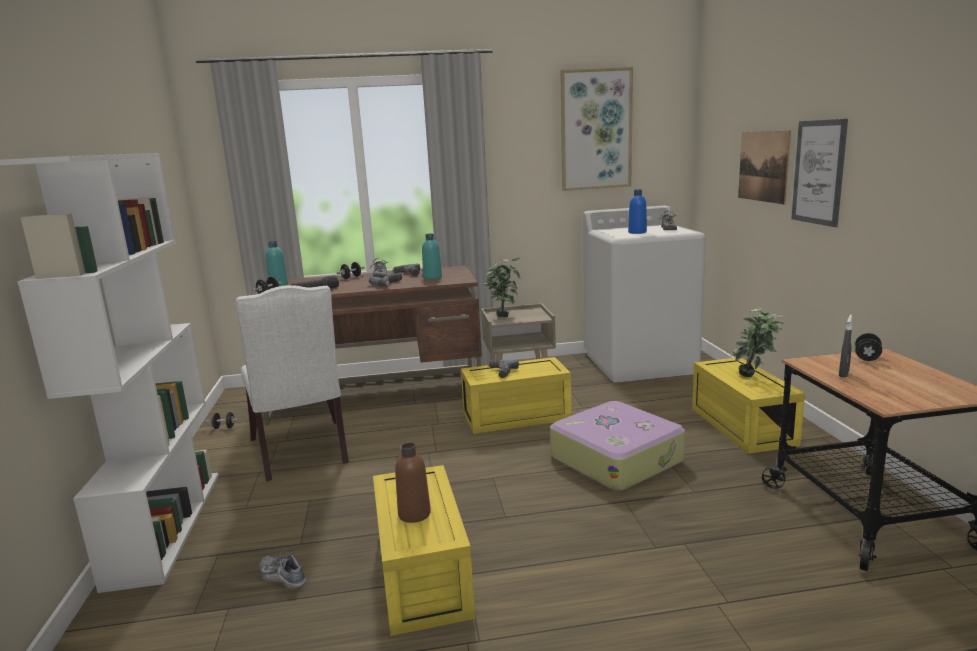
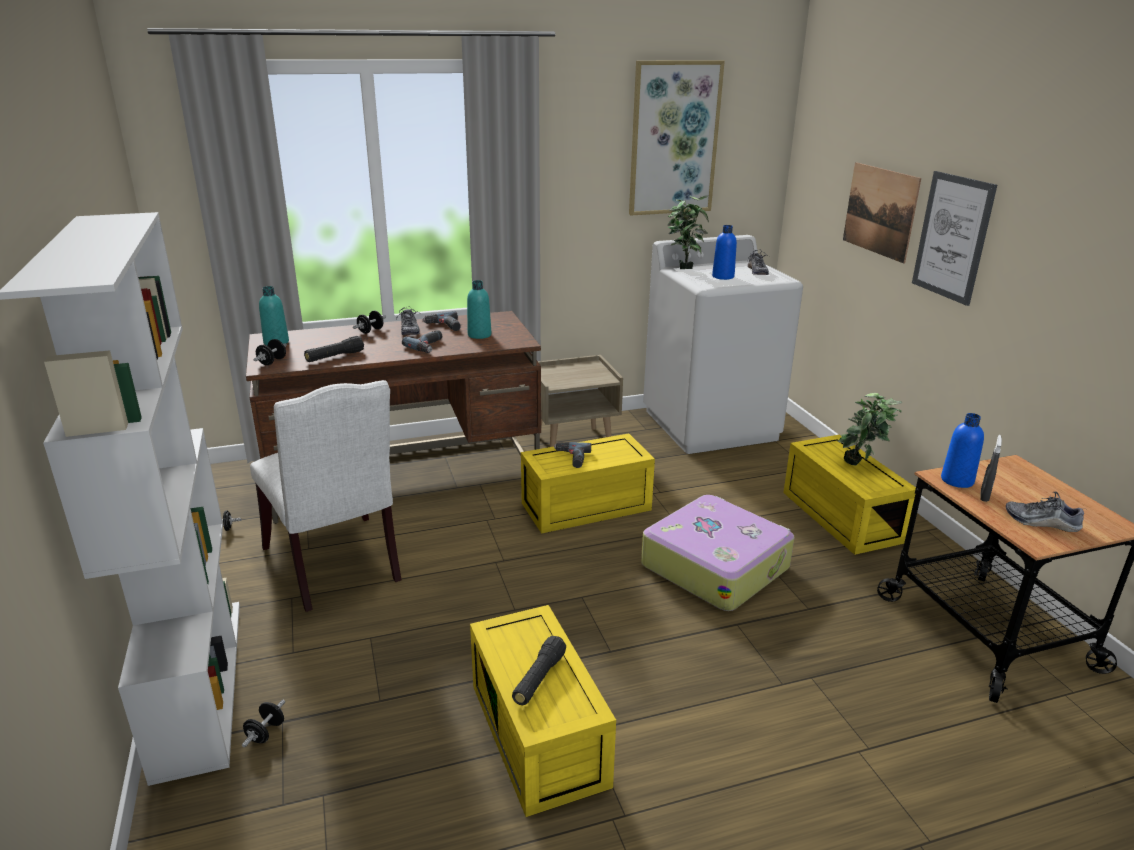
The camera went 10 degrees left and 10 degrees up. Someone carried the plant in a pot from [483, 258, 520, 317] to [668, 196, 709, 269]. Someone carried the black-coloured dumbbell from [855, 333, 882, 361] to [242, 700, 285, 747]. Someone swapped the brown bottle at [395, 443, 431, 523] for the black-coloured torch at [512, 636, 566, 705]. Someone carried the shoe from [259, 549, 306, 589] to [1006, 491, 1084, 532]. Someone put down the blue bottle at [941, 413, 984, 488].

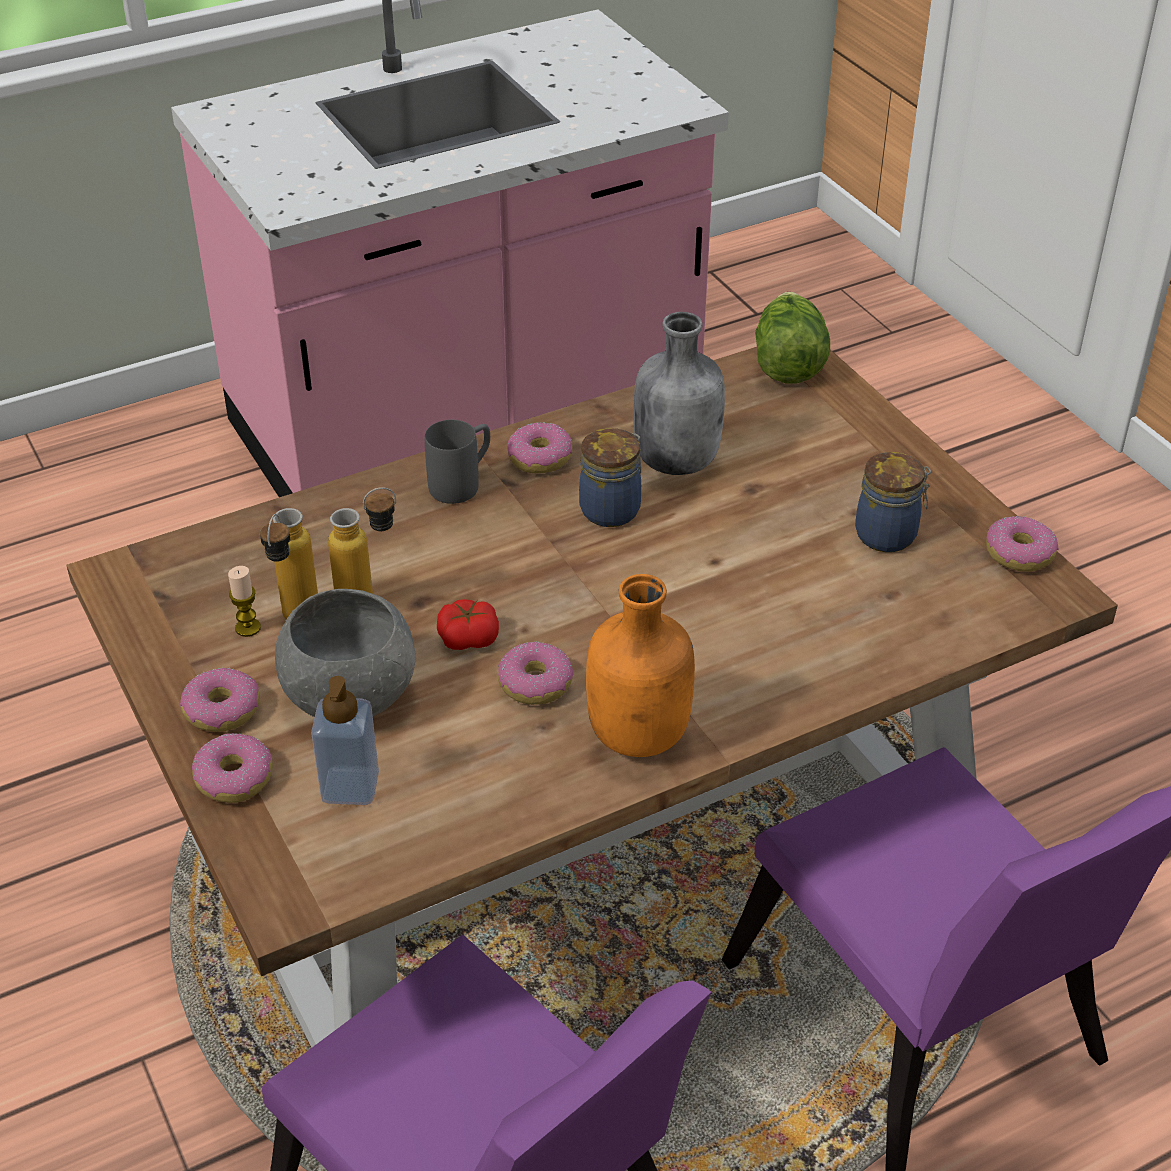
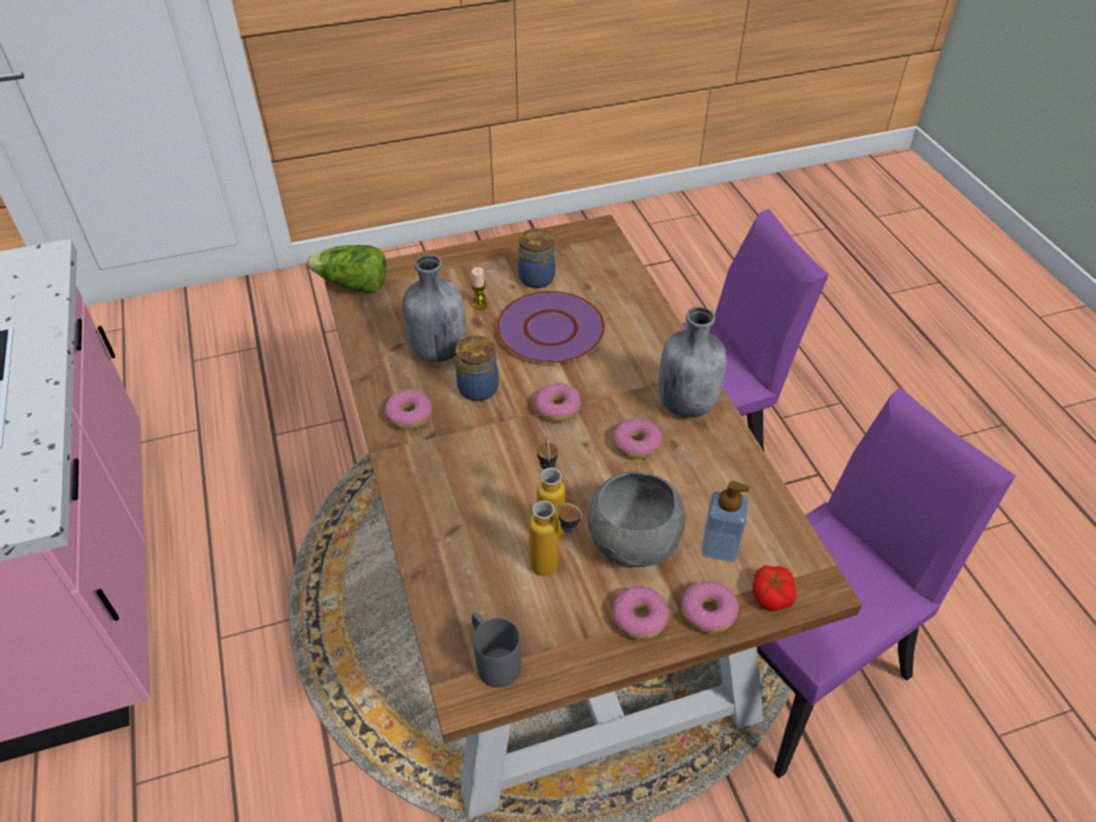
The camera went 80 degrees left and 5 degrees up. Someone carried the greyish coffee mug from [425, 420, 490, 504] to [472, 612, 521, 688]. Someone carried the doughnut from [986, 516, 1059, 571] to [534, 383, 581, 422]. Someone carried the wax light from [228, 566, 261, 637] to [471, 267, 487, 309]. Someone repainted the orange bottle at [586, 574, 695, 757], which became the greyish bottle at [658, 307, 727, 417]. Someone carried the tomato from [437, 599, 499, 650] to [753, 565, 796, 611]. Someone put down the purplish plate at [497, 291, 605, 364].

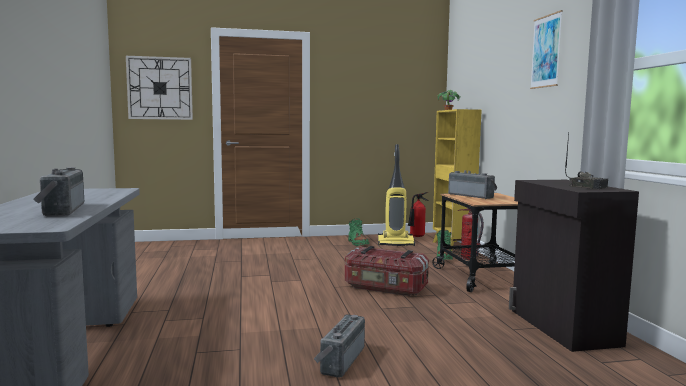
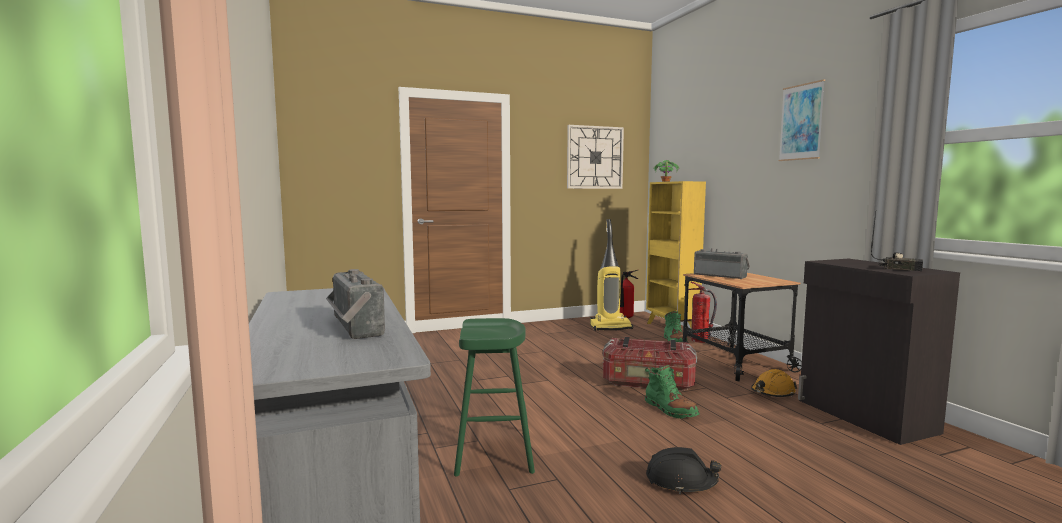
The camera went 10 degrees left and 0 degrees up. Someone carried the wall clock from [126, 56, 193, 120] to [567, 125, 624, 189]. Someone carried the greenish boot from [348, 218, 369, 246] to [645, 365, 699, 418]. Someone swapped the radio receiver at [314, 314, 365, 378] for the black-coloured safety helmet at [646, 447, 721, 494]. Someone put down the greenish stool seat at [454, 318, 535, 477]. Someone put down the orange safety helmet at [751, 369, 797, 397].

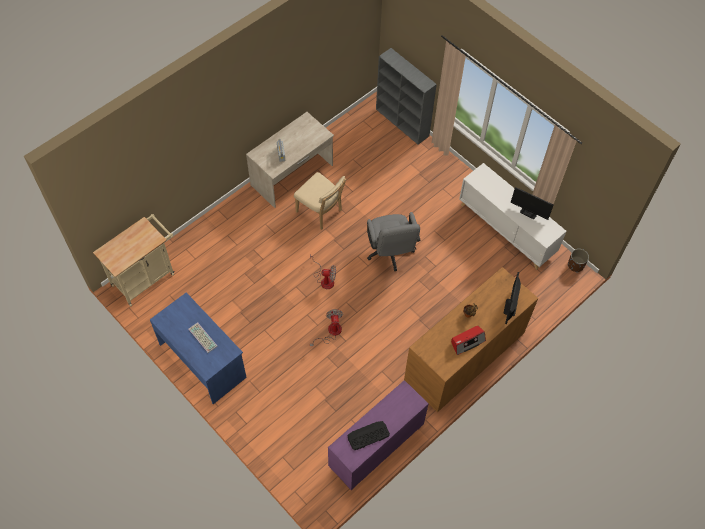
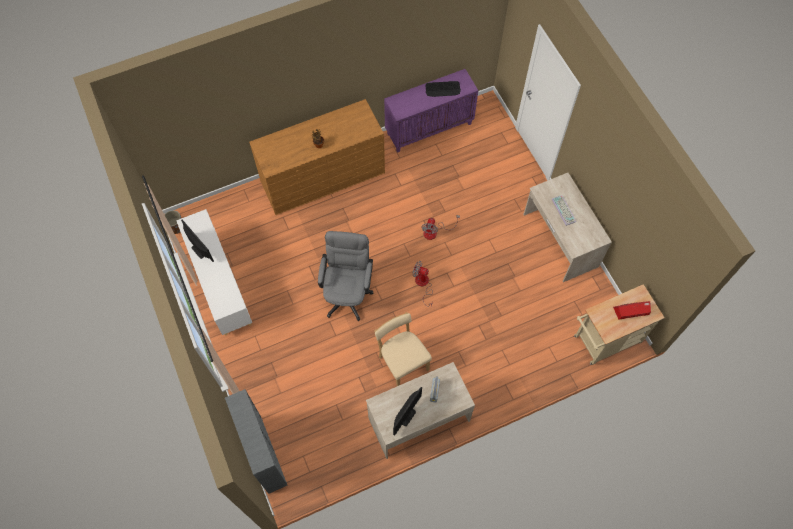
The camera went 160 degrees left and 5 degrees up. Someone carried the computer screen from [504, 272, 521, 324] to [393, 387, 422, 436]. Someone repainted the blue desk at [150, 292, 247, 404], which became the beige desk at [523, 173, 612, 282]. Someone carried the radio receiver from [451, 326, 486, 355] to [613, 301, 651, 320].

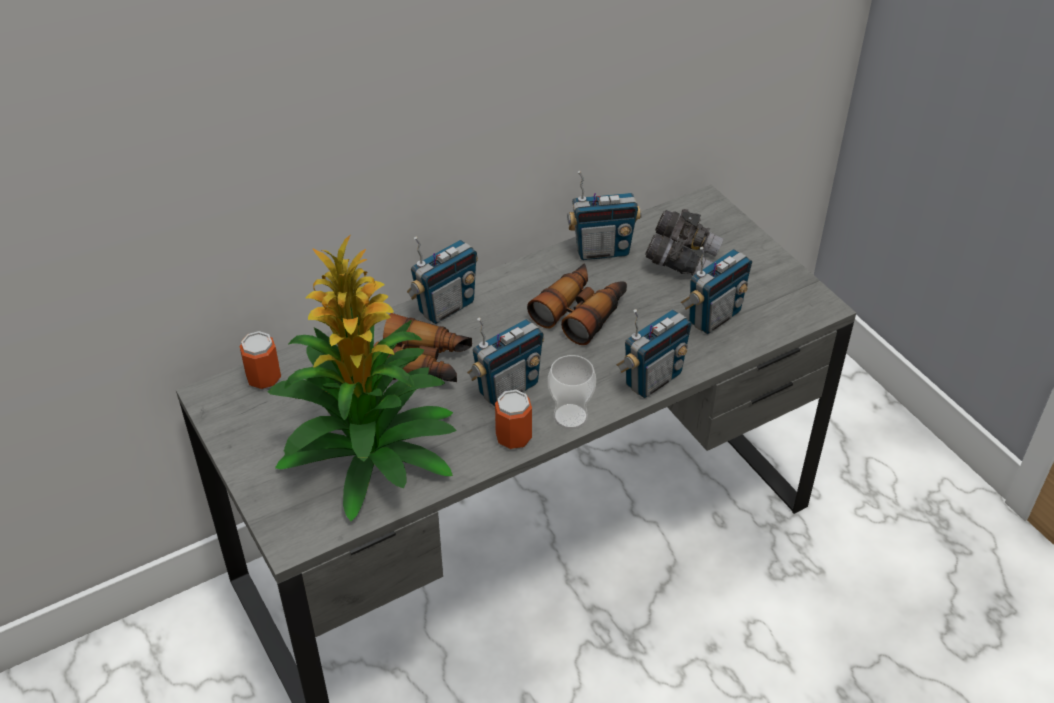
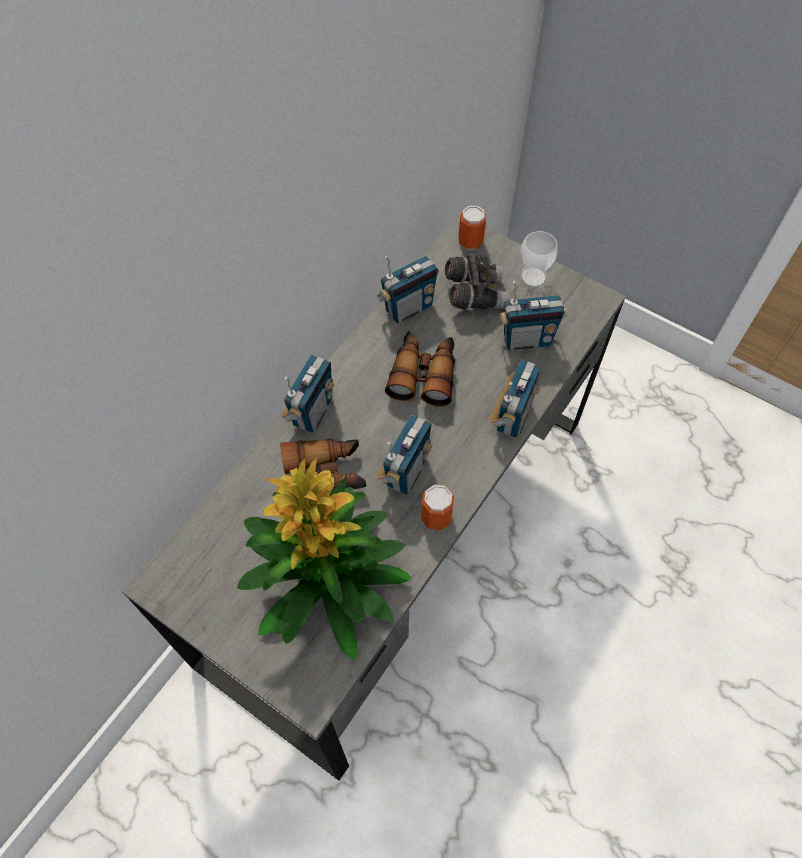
The camera went 25 degrees left and 15 degrees up. Someone rotated the radio receiver at [681, 247, 752, 334] by 60 degrees clockwise. Someone carried the metal can from [239, 331, 281, 390] to [459, 206, 486, 250]. Someone carried the drinking cup from [548, 355, 596, 429] to [521, 231, 558, 288].

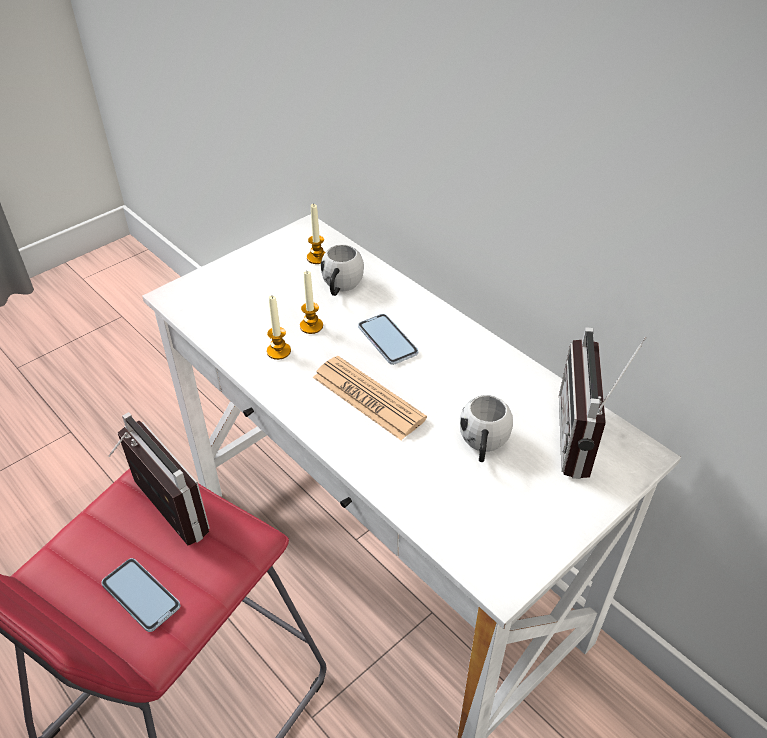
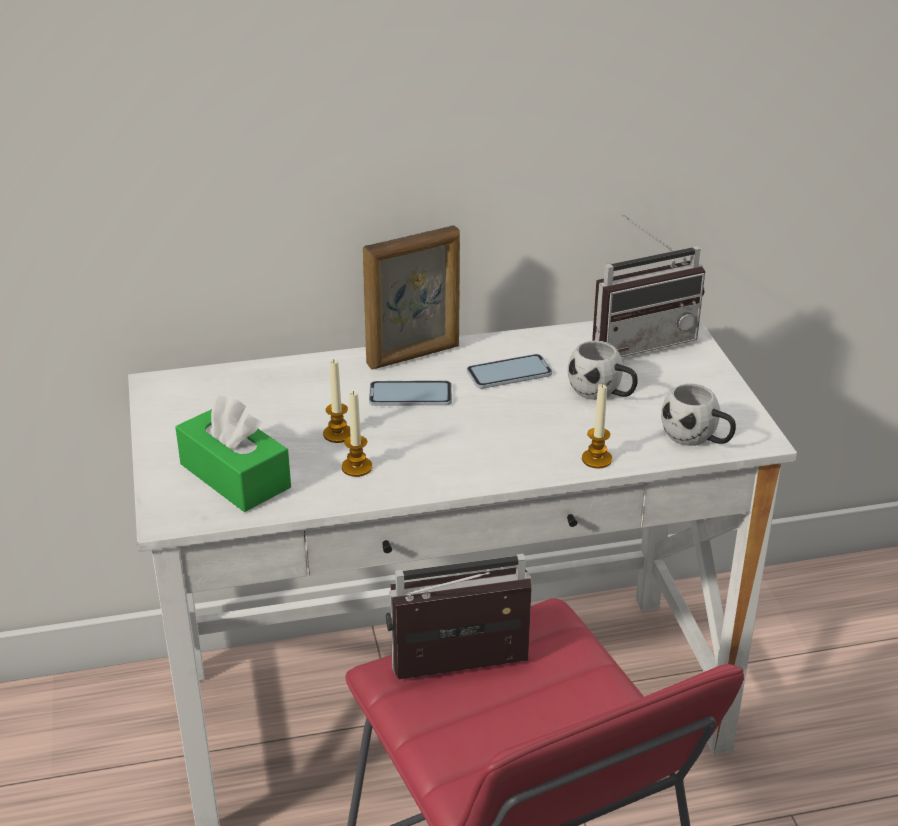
The camera went 60 degrees left and 10 degrees down. Someone carried the wax light from [307, 204, 325, 264] to [582, 384, 612, 468]. Someone carried the whitish coffee mug from [321, 244, 364, 296] to [661, 383, 736, 446]. Someone rotated the radio receiver at [559, 327, 646, 479] by 60 degrees counterclockwise. Someone took away the newspaper at [313, 356, 427, 440]. Someone carried the telephone from [101, 558, 180, 632] to [467, 354, 552, 389]. Someone put down the photo frame at [363, 226, 460, 370]. Someone put down the greenish tissue holder at [175, 396, 291, 512].

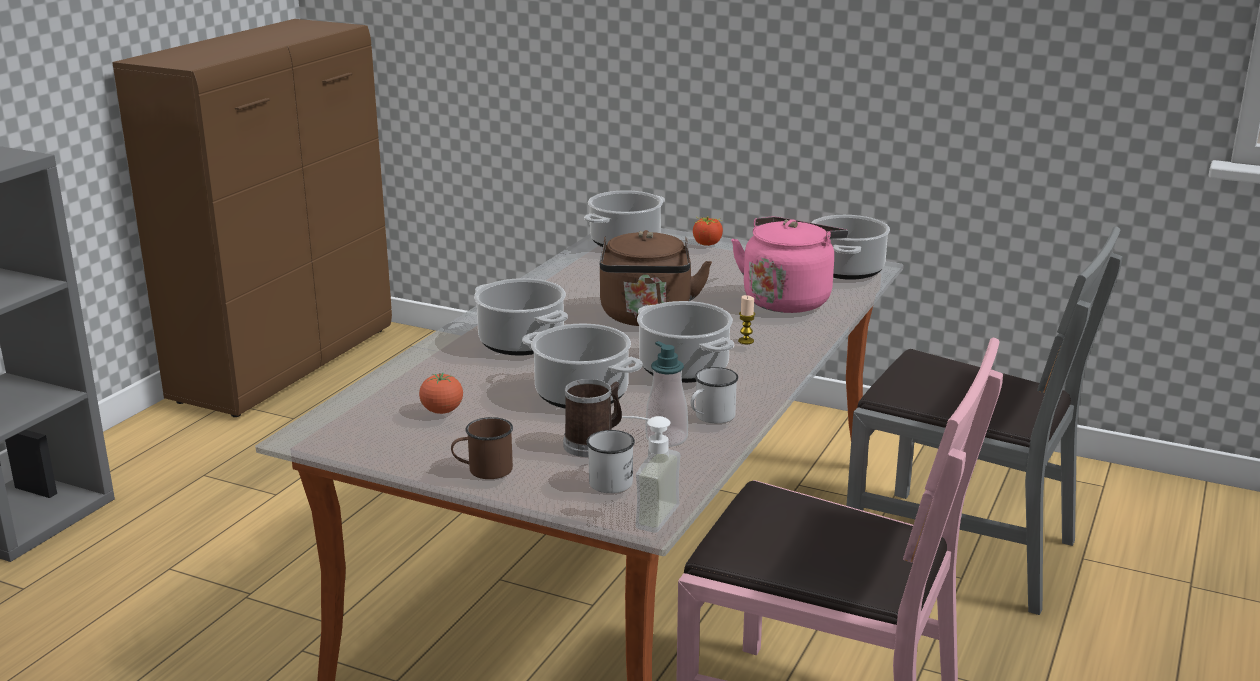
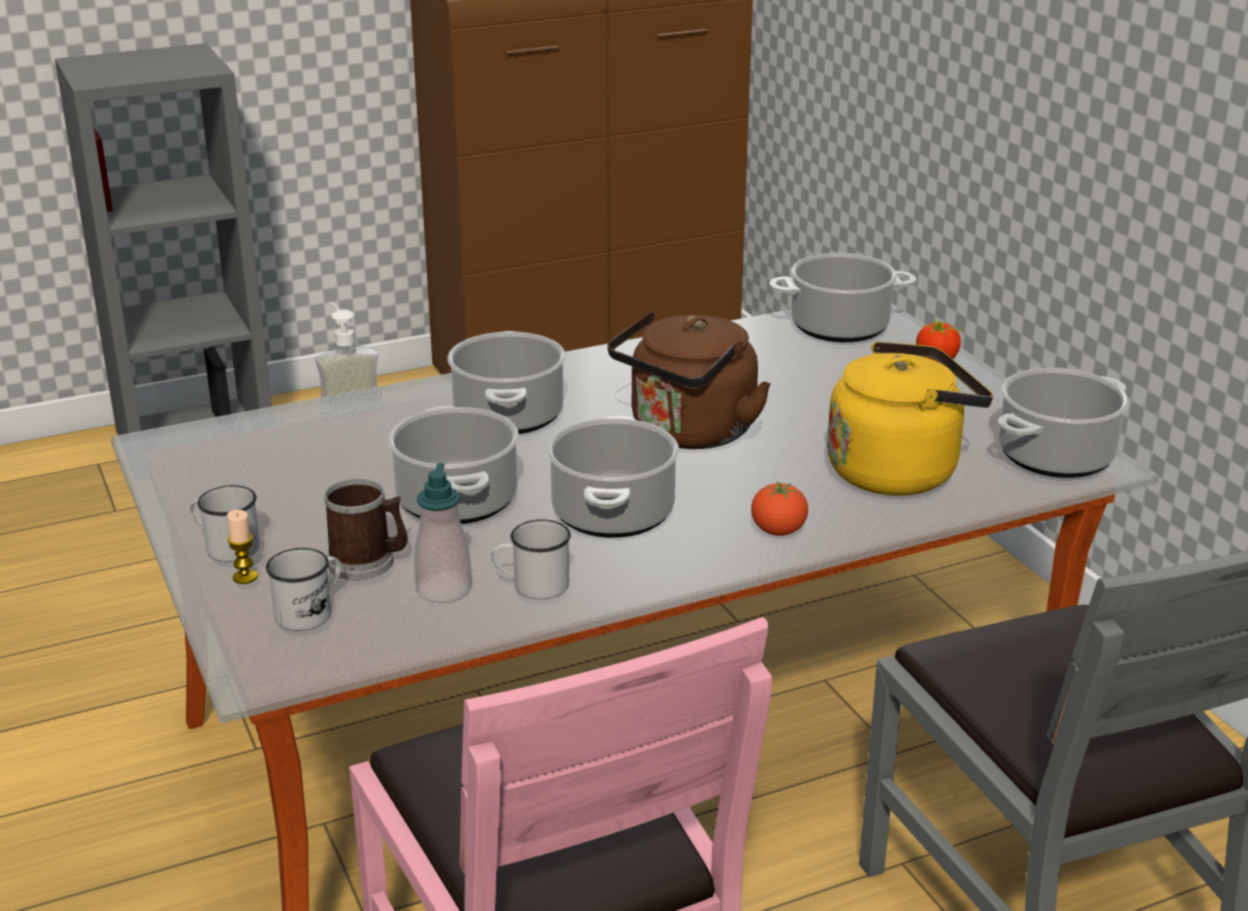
The camera went 40 degrees right and 5 degrees up. Someone repainted the pink-coloured kettle at [731, 217, 848, 313], which became the yellowish kettle at [827, 341, 993, 496]. Someone carried the wax light from [738, 295, 755, 344] to [227, 510, 258, 584]. Someone carried the tomato from [419, 373, 463, 414] to [751, 481, 808, 536]. Someone carried the soap dispenser from [622, 416, 681, 533] to [315, 303, 382, 420]. Someone repainted the brown coffee mug at [451, 417, 513, 479], which became the whitish coffee mug at [190, 485, 260, 562].

